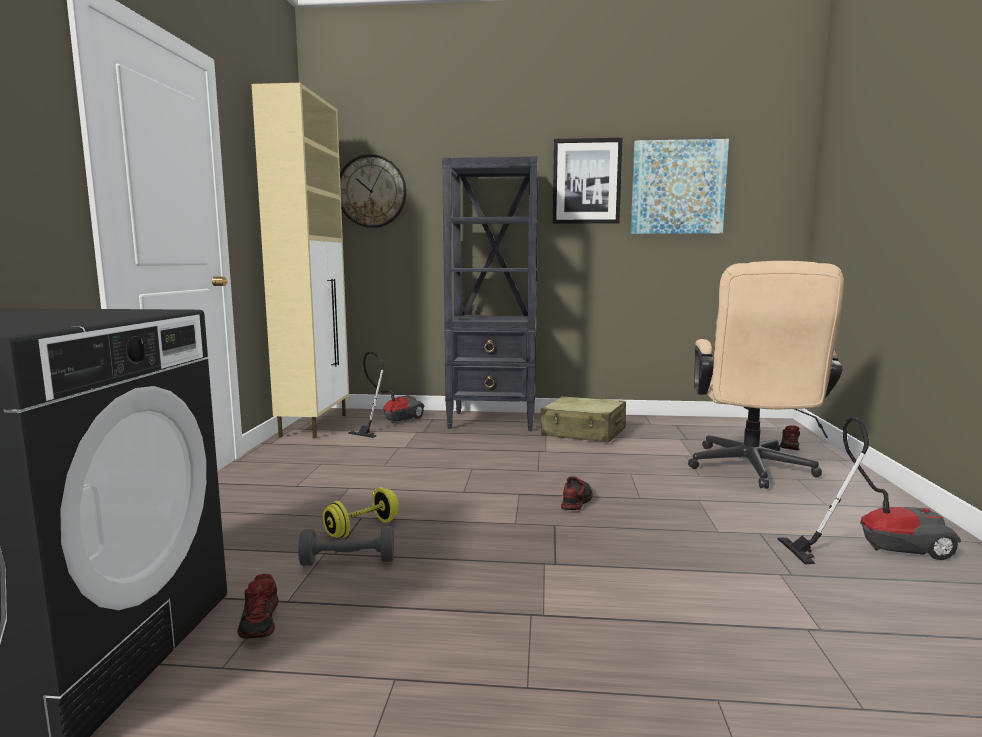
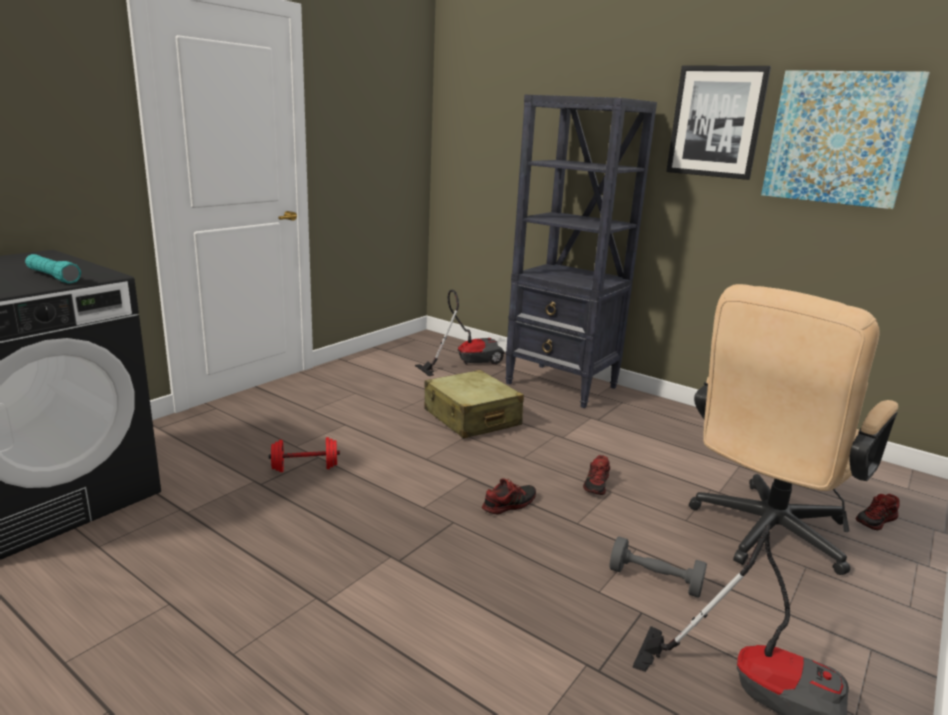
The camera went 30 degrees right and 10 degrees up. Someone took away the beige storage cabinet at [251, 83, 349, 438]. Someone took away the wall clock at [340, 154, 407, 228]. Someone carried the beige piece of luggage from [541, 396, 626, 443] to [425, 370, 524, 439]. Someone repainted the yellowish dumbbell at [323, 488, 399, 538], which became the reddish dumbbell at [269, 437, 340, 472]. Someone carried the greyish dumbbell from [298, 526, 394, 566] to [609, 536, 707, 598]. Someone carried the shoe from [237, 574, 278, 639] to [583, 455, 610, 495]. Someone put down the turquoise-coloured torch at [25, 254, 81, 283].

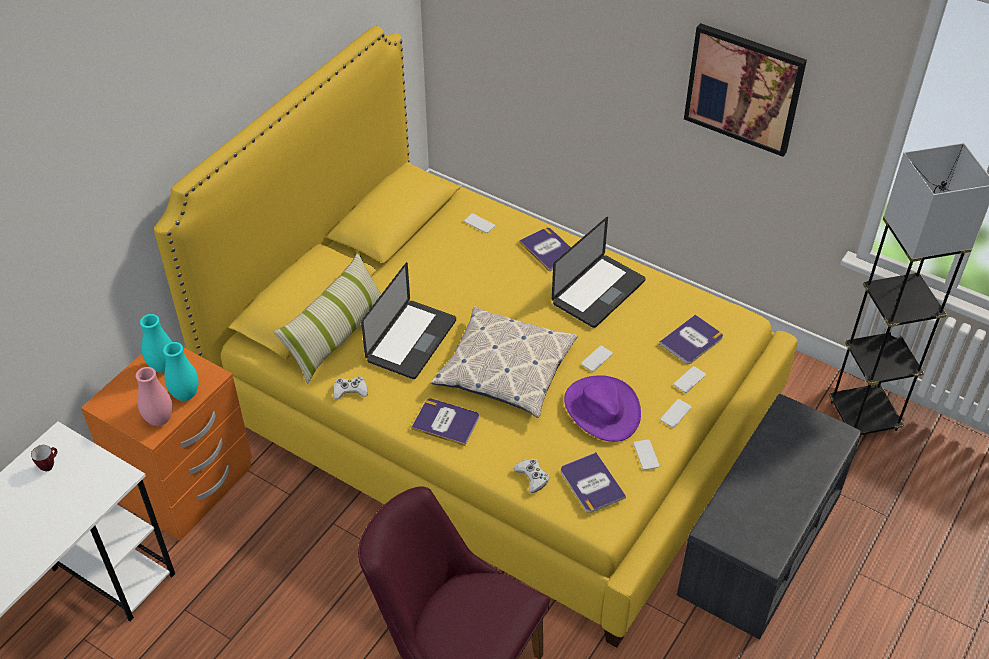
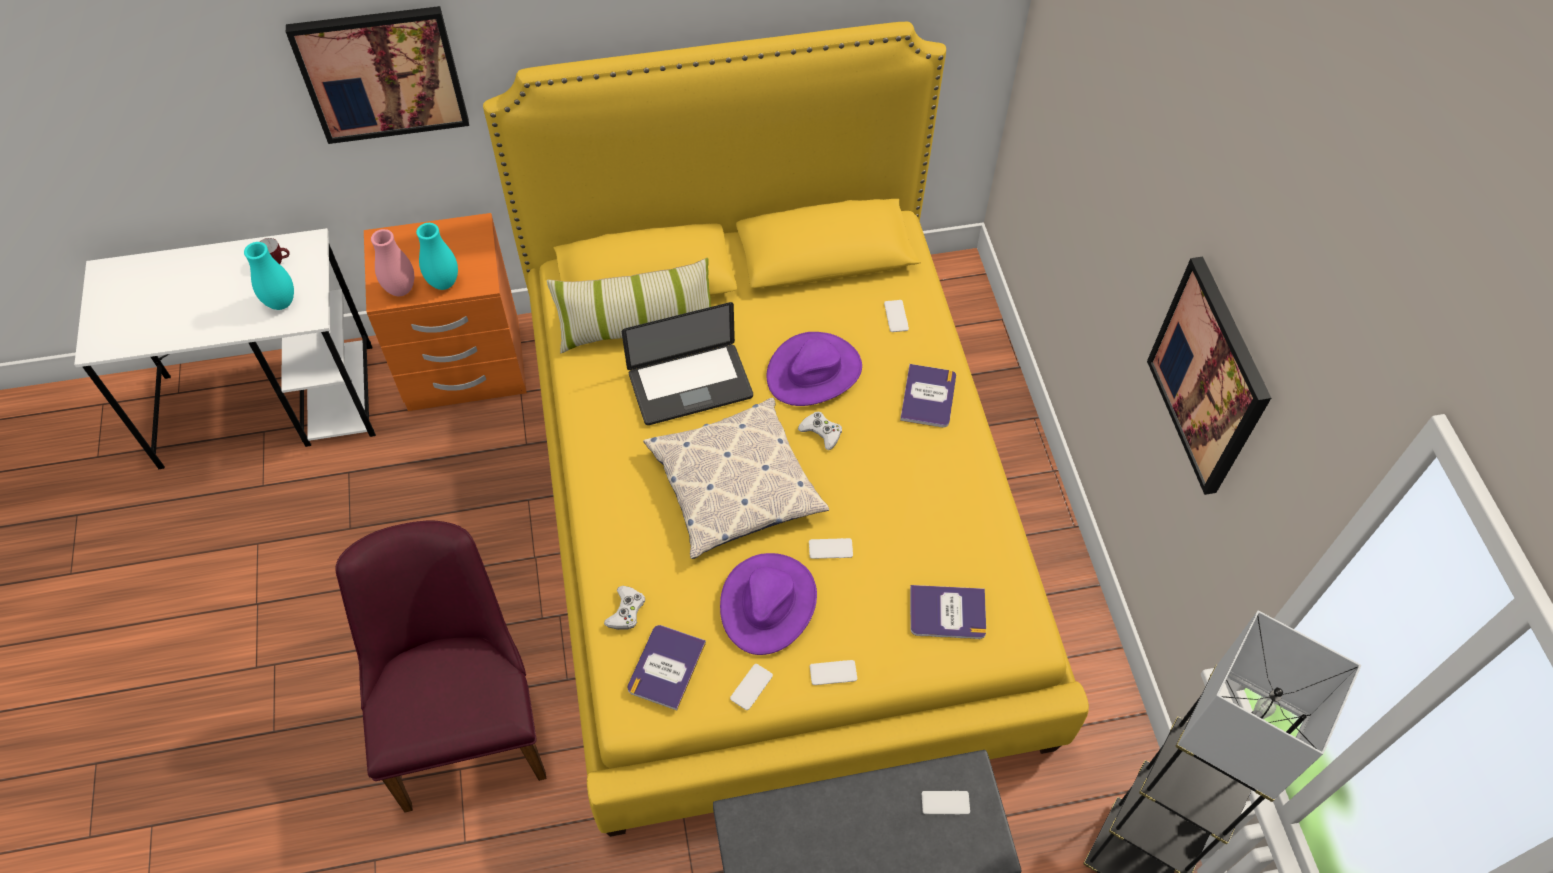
The camera went 45 degrees right and 10 degrees up. Someone took away the portable computer at [552, 217, 645, 328]. Someone carried the turquoise-coloured vase from [140, 314, 172, 373] to [244, 242, 294, 310]. Someone carried the telephone from [674, 366, 706, 393] to [922, 791, 970, 815]. Someone carried the whitish gamepad from [333, 376, 368, 399] to [798, 411, 842, 450]. Someone took away the book at [411, 399, 479, 446]. Someone put up the wall art at [286, 6, 469, 144]. Someone put down the purplish clothing hat at [766, 332, 862, 406].

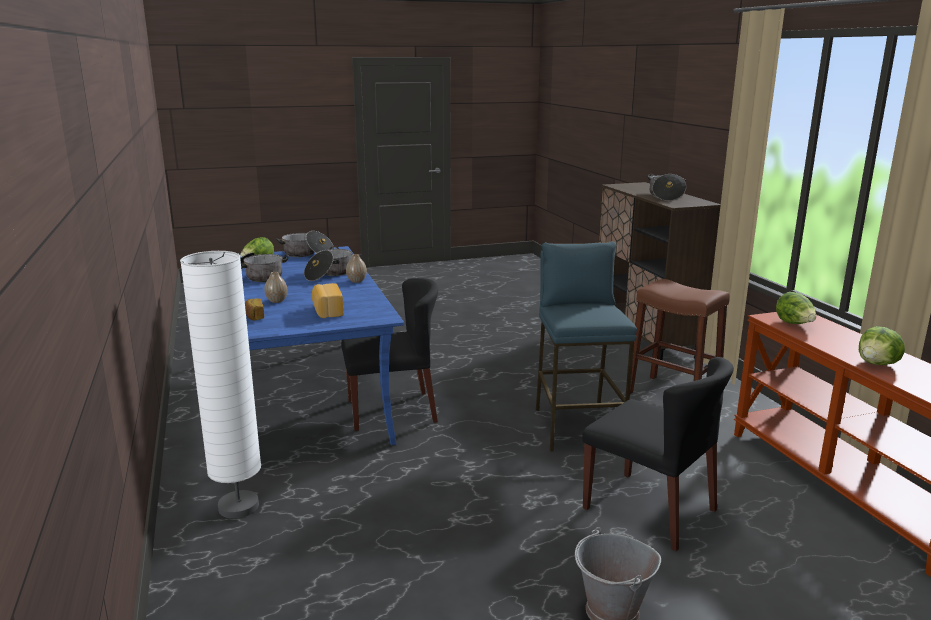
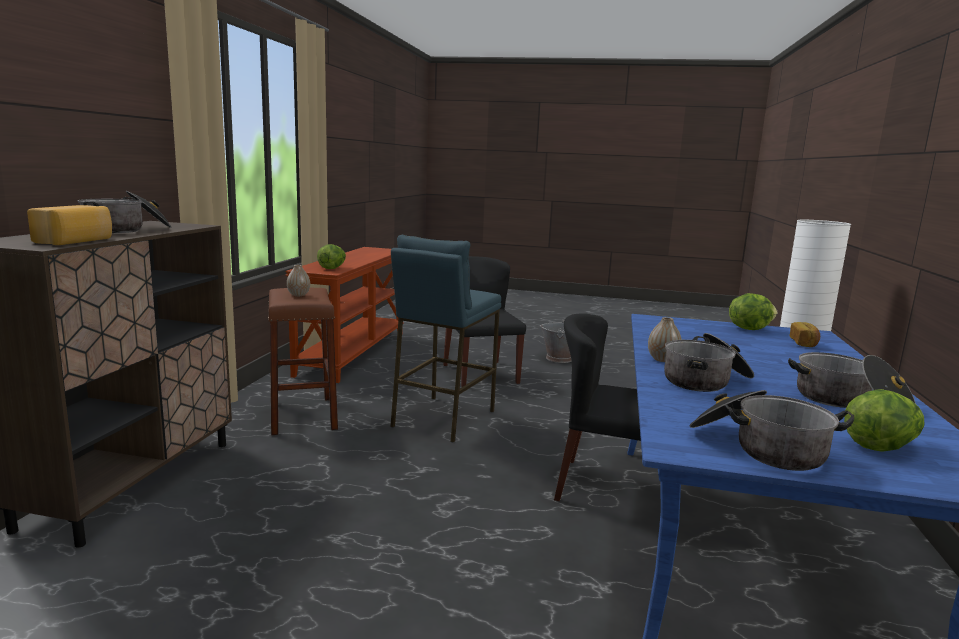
The camera went 150 degrees left and 5 degrees down. Someone carried the vase from [264, 272, 287, 303] to [287, 265, 310, 296]. Someone carried the baked bread from [312, 283, 344, 318] to [27, 205, 112, 245]. Someone carried the head of lettuce from [859, 326, 905, 365] to [729, 293, 777, 330].

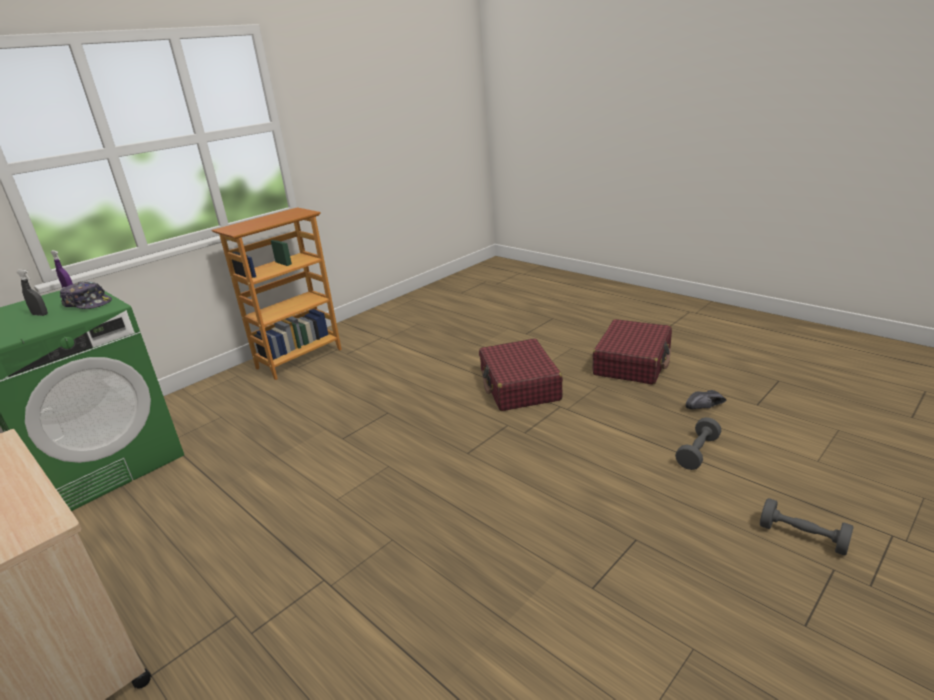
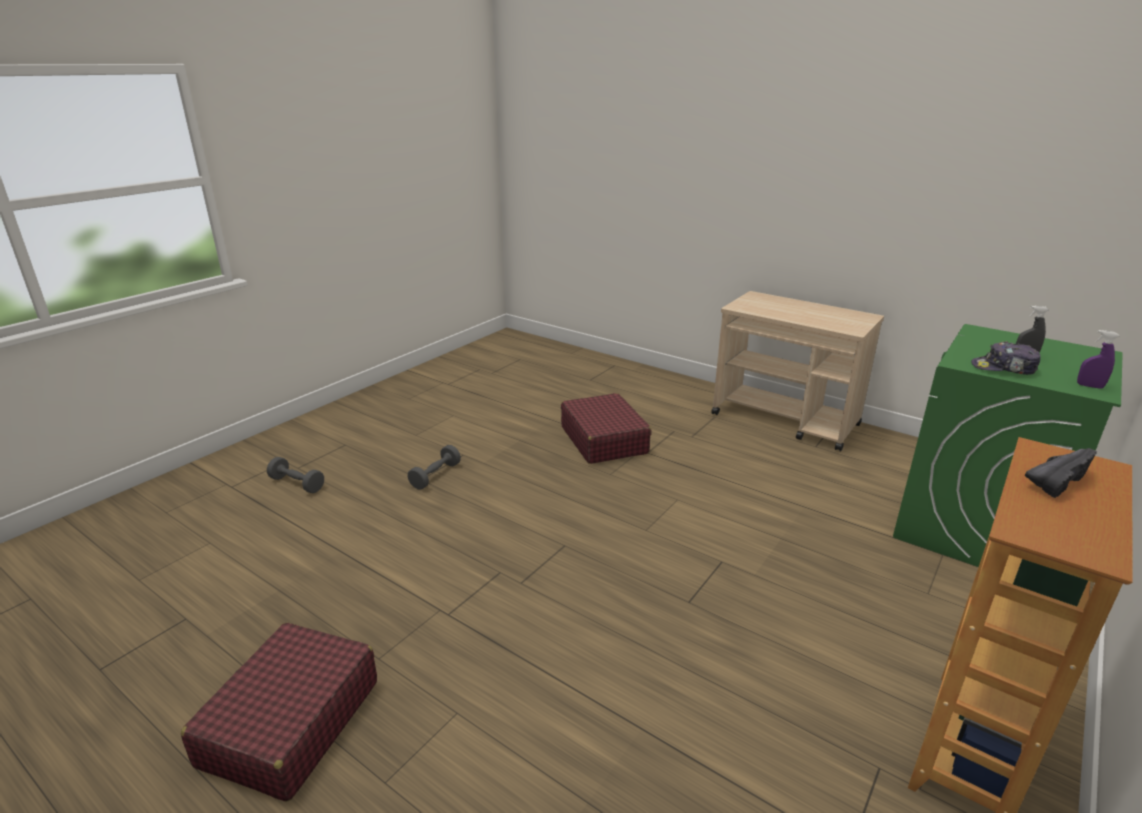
The camera went 170 degrees right and 0 degrees up. Someone carried the reddish piece of luggage from [479, 339, 563, 411] to [561, 393, 652, 464]. Someone carried the black-coloured shoe from [686, 390, 726, 409] to [1025, 448, 1097, 498]. Someone carried the greyish dumbbell from [675, 417, 721, 470] to [408, 445, 461, 490].

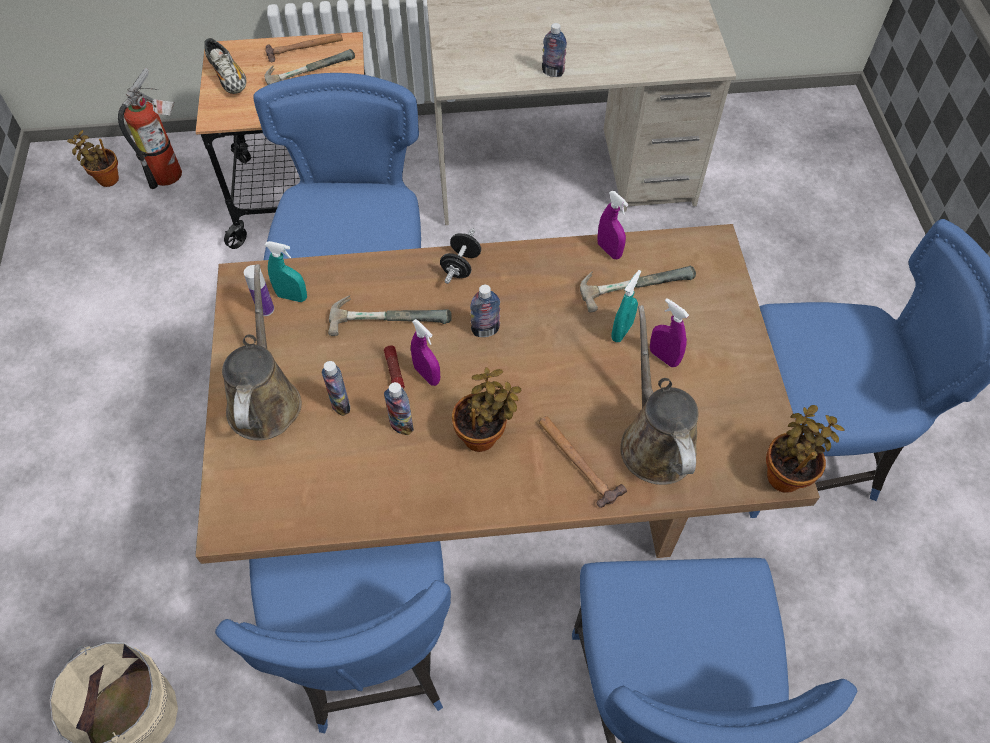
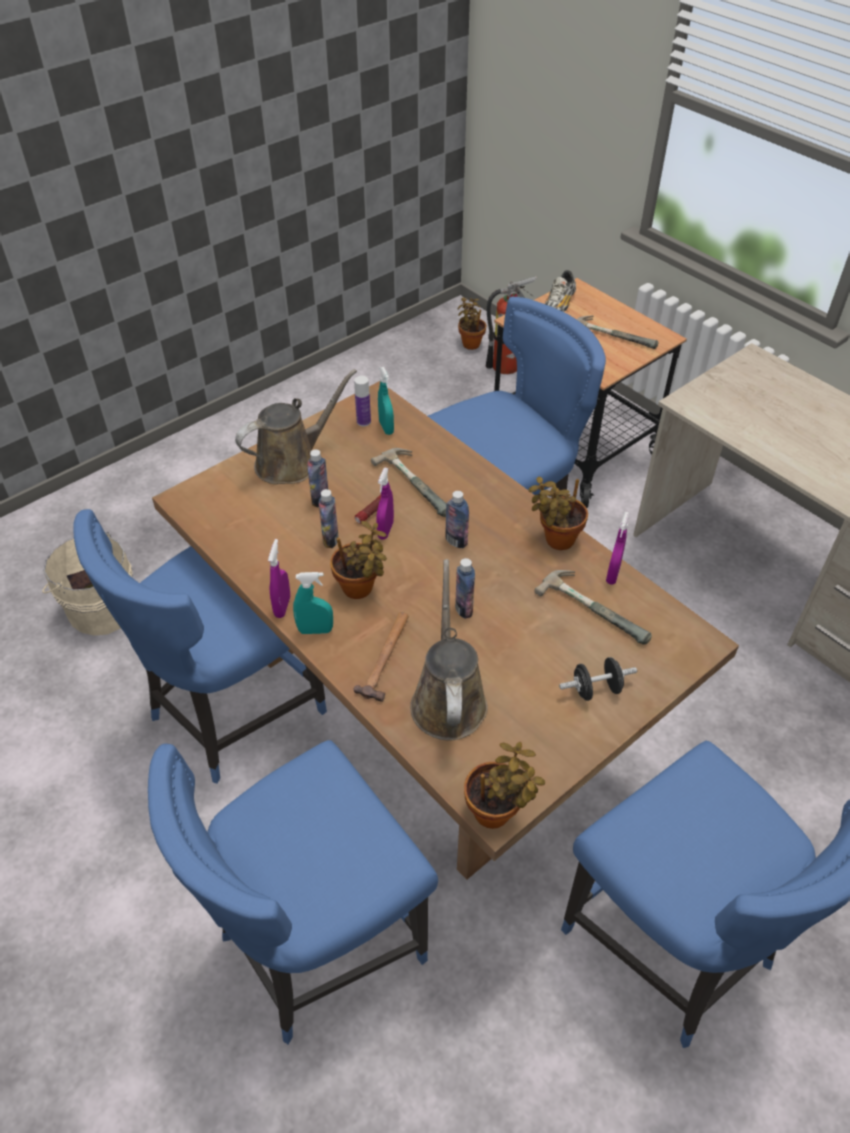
The camera went 55 degrees right and 10 degrees down. Someone carried the bottle from [542, 23, 567, 77] to [455, 558, 475, 619]. Someone took away the tool hammer at [266, 33, 343, 62]. Someone carried the black-coloured dumbbell from [440, 228, 481, 284] to [559, 657, 637, 701]. Someone carried the turquoise-coloured hand sprayer from [611, 270, 641, 342] to [293, 572, 333, 634]. Someone carried the purplish hand sprayer from [650, 298, 689, 367] to [268, 539, 290, 618]. Someone rotated the brown sprinkling can at [620, 305, 699, 485] by 45 degrees counterclockwise. Someone put down the plant in a pot at [529, 476, 588, 550].

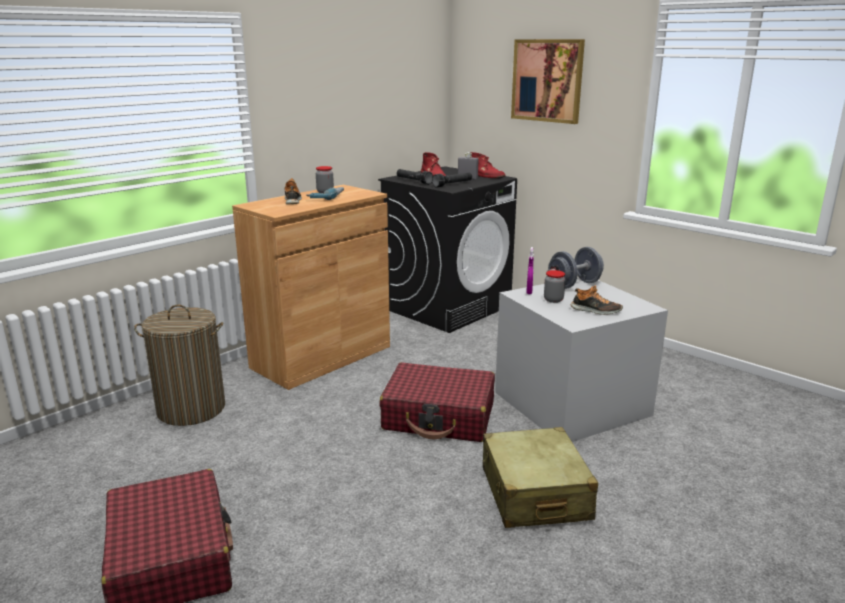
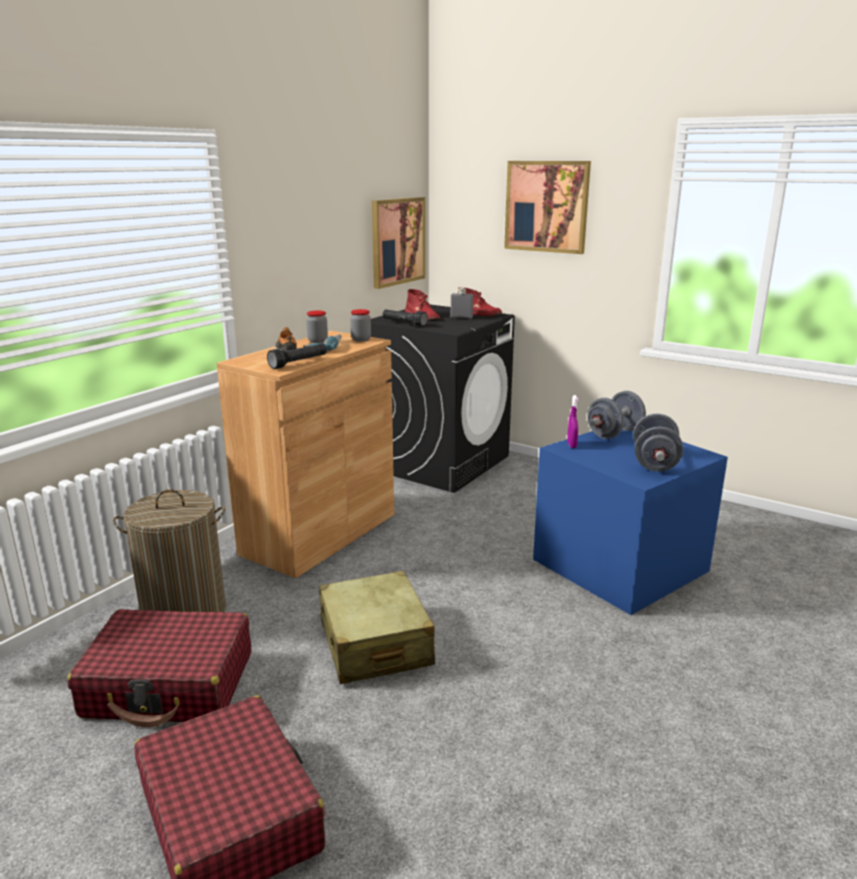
The camera went 10 degrees left and 0 degrees up. Someone carried the black-coloured torch from [432, 173, 472, 188] to [267, 343, 327, 369]. Someone carried the storage jar from [544, 270, 565, 303] to [350, 309, 371, 342]. Someone repainted the greyish storage container at [495, 277, 668, 442], which became the blue storage container at [533, 430, 728, 615]. Someone swapped the shoe at [571, 285, 623, 315] for the greyish dumbbell at [633, 414, 684, 472]. Someone carried the reddish piece of luggage from [379, 362, 495, 442] to [67, 609, 251, 727]. Someone carried the beige piece of luggage from [483, 427, 598, 528] to [319, 571, 435, 684]. Someone put up the wall art at [372, 197, 425, 289].

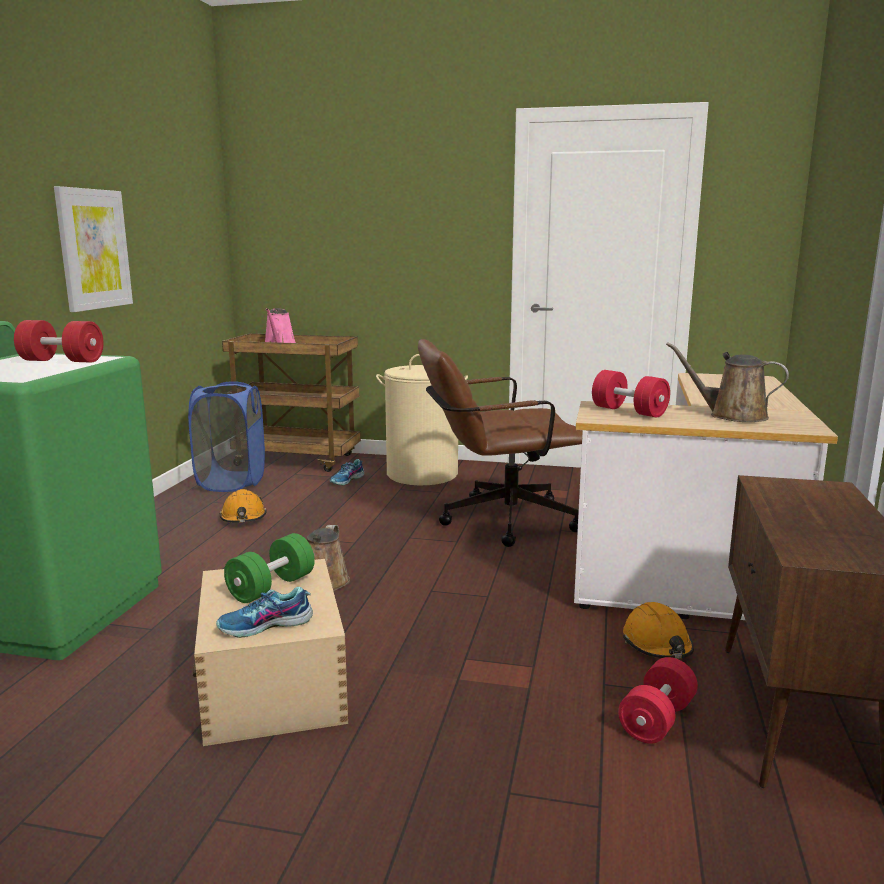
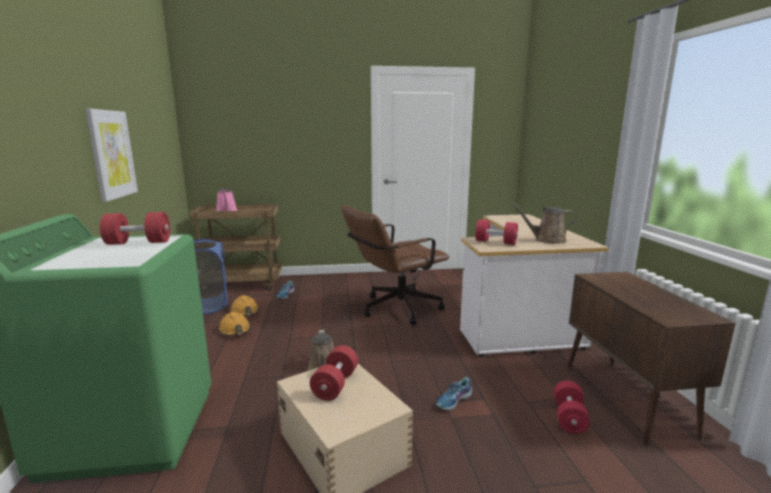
The camera went 20 degrees left and 0 degrees up. Someone took away the beige washing basket at [376, 354, 468, 485]. Someone repainted the greenish dumbbell at [224, 533, 315, 603], which became the reddish dumbbell at [310, 345, 358, 401]. Someone carried the shoe from [216, 587, 313, 638] to [436, 377, 472, 410]. Someone carried the orange safety helmet from [623, 602, 694, 659] to [230, 295, 259, 316].

